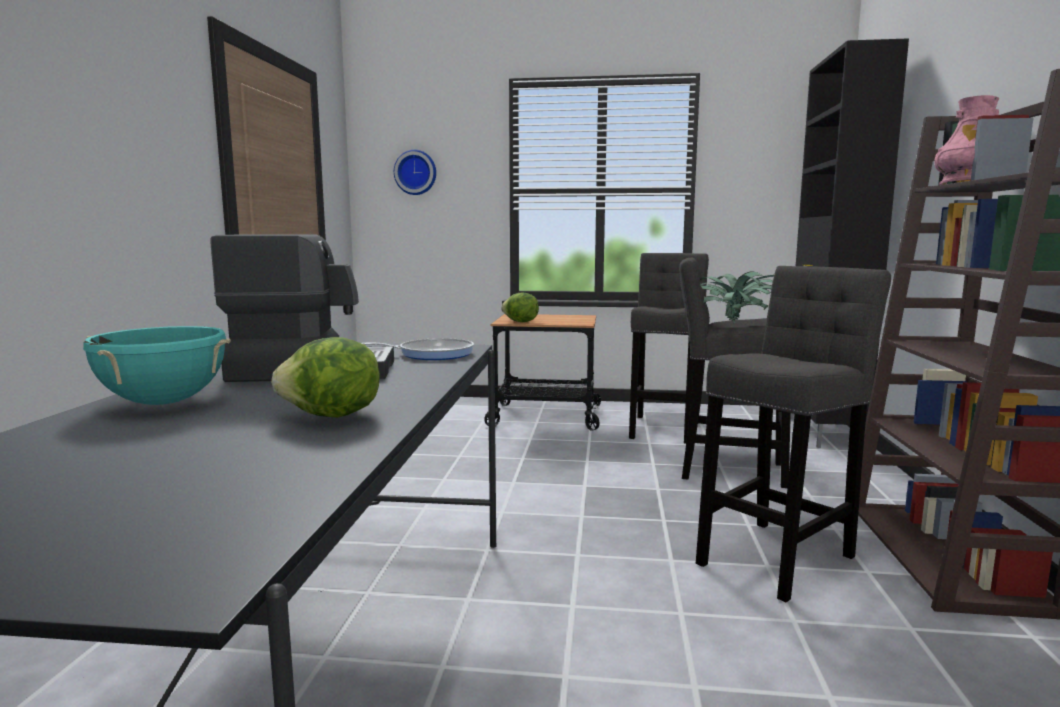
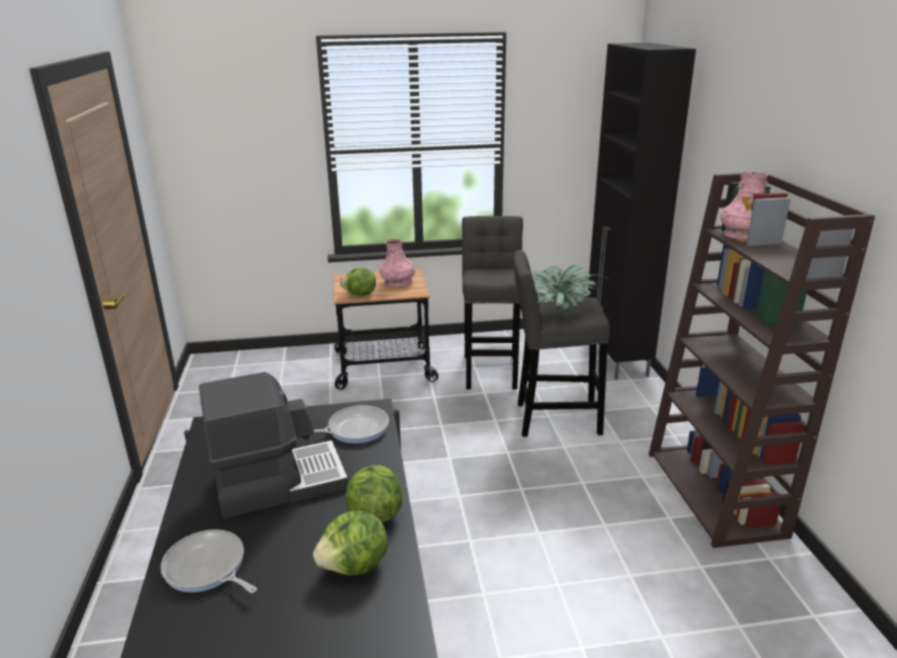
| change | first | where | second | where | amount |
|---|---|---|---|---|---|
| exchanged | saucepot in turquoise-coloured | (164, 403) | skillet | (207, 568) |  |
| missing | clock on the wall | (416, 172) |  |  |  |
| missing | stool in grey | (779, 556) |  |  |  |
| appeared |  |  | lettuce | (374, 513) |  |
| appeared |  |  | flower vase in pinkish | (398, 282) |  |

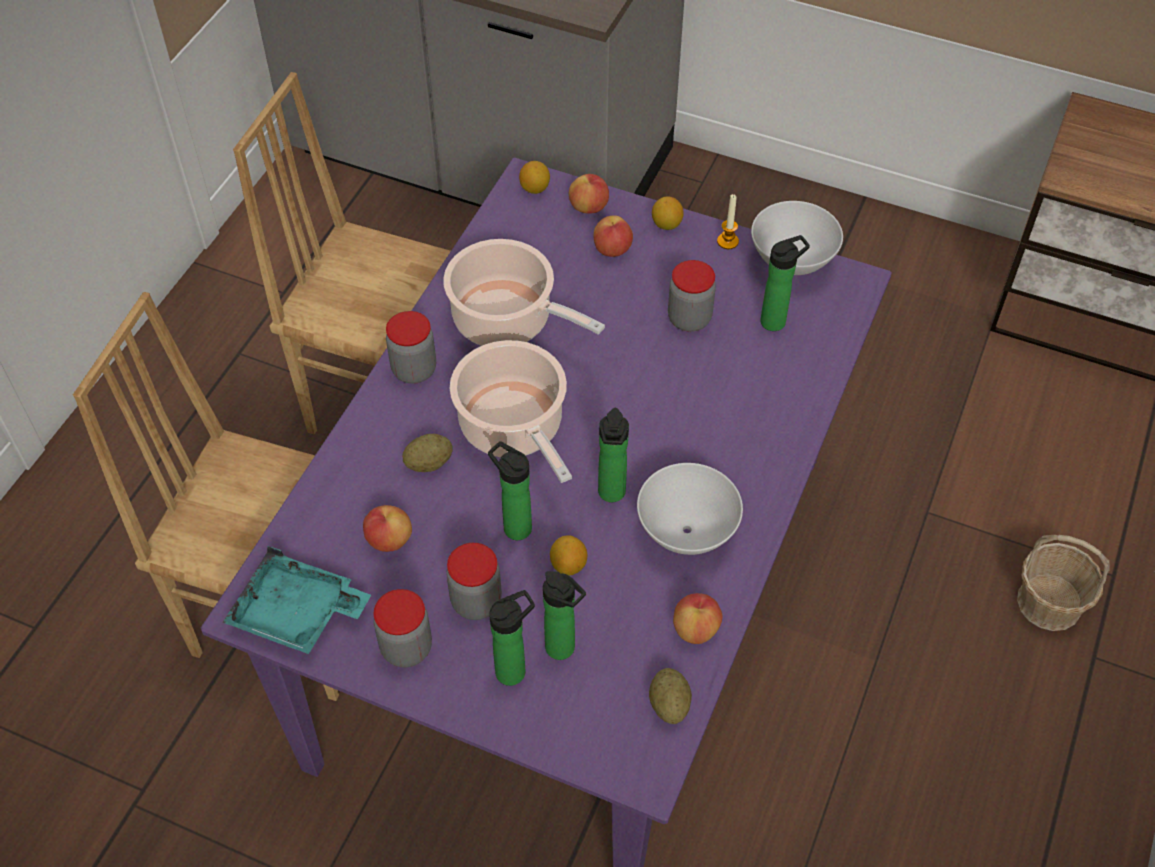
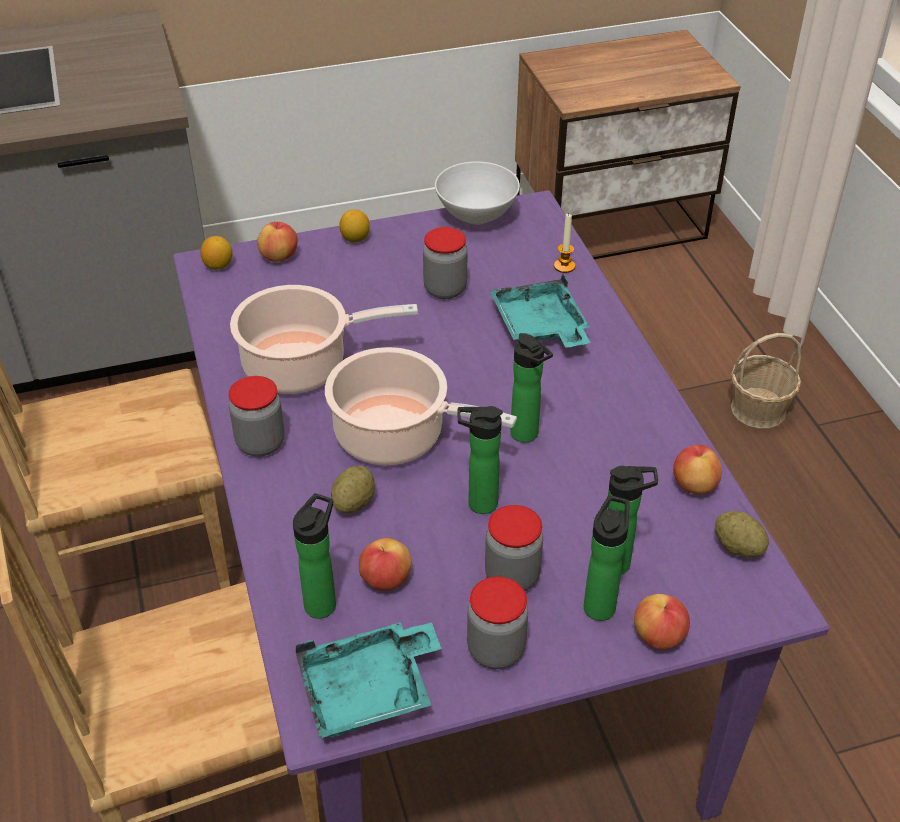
| change | first | where | second | where | amount |
|---|---|---|---|---|---|
| missing | whole lemon | (568, 565) |  |  |  |
| relocated | whole apple | (612, 250) |  | (659, 637) |  |
| missing | bowl in white-coloured | (687, 532) |  |  |  |
| relocated | wax candle | (727, 241) |  | (564, 266) |  |
| relocated | drink bottle | (776, 320) |  | (322, 602) |  |
| appeared |  |  | carrying tray in turquoise-coloured | (540, 327) |  |

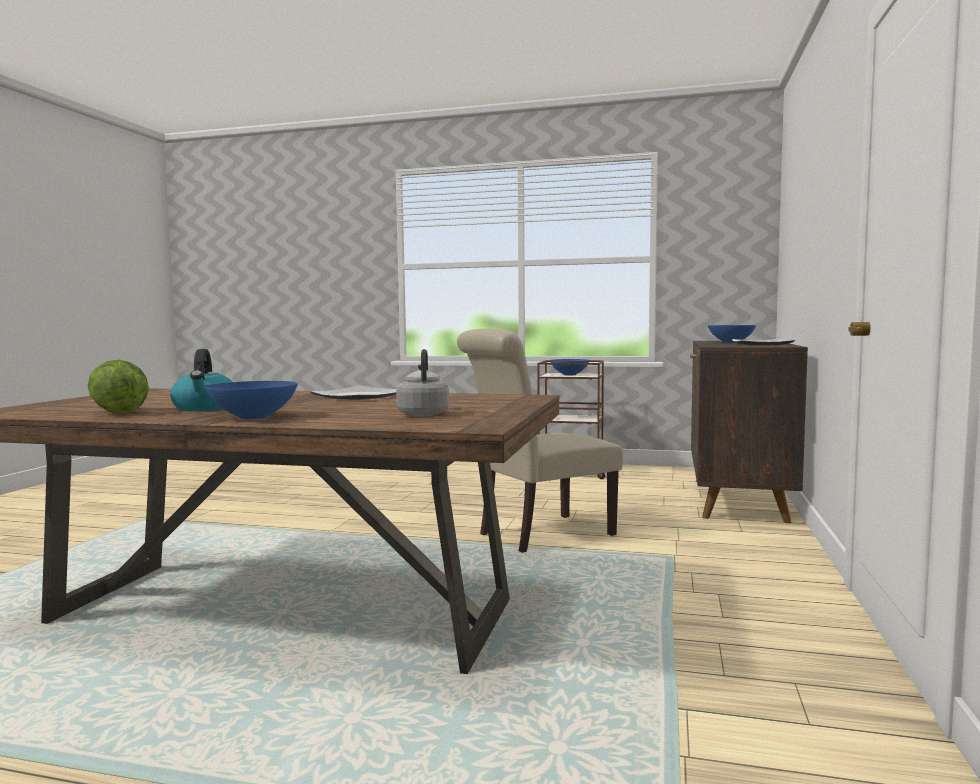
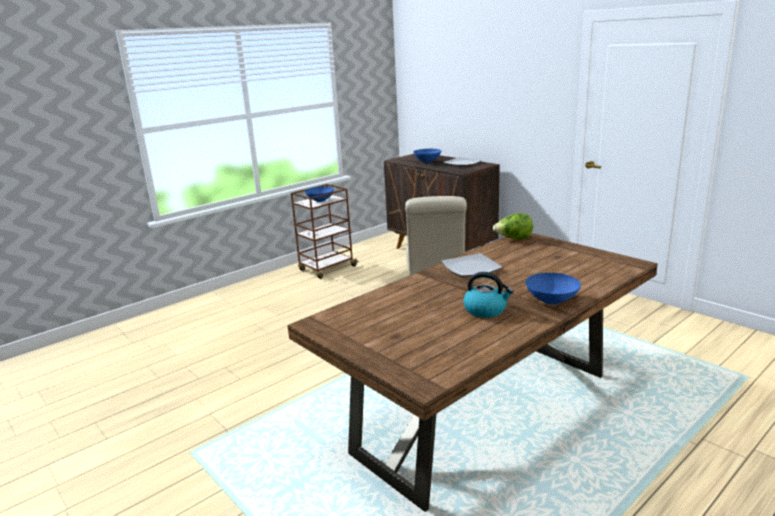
| change | first | where | second | where | amount |
|---|---|---|---|---|---|
| relocated | lettuce | (119, 412) |  | (514, 239) |  |
| missing | kettle in grey | (423, 414) |  |  |  |

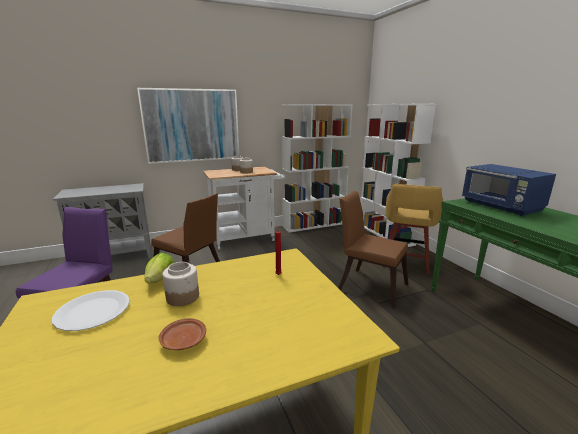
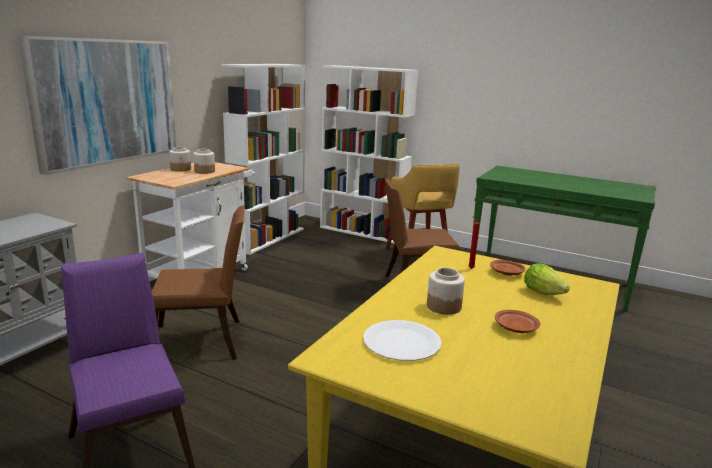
| change | first | where | second | where | amount |
|---|---|---|---|---|---|
| relocated | lettuce | (159, 281) |  | (545, 294) |  |
| missing | microwave in blue-coloured | (501, 207) |  |  |  |
| appeared |  |  | flat dish in brownish | (507, 273) |  |

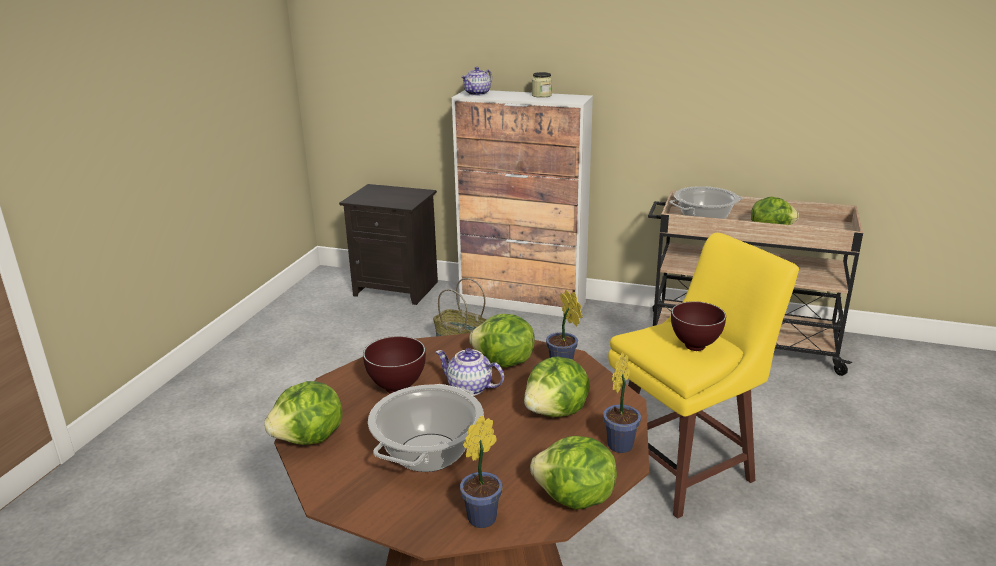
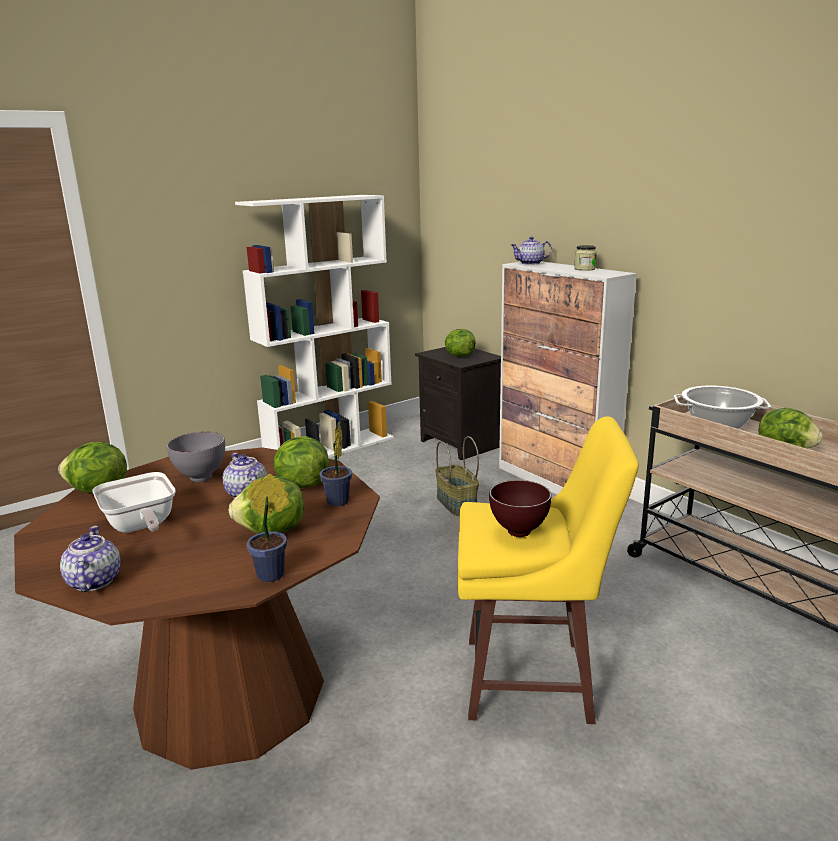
| change | first | where | second | where | amount |
|---|---|---|---|---|---|
| colour | bowl in brownish | (396, 390) | bowl in grey | (199, 479) |  |
| exchanged | saucepot | (428, 453) | skillet | (140, 526) |  |
| exchanged | plant in a pot | (485, 516) | tea pot | (93, 582) |  |
| relocated | lettuce | (575, 499) |  | (459, 356) |  |
| appeared |  |  | bookcase in white-coloured | (330, 448) |  |

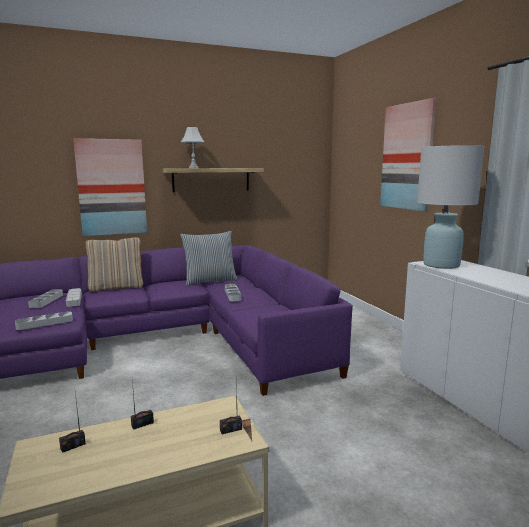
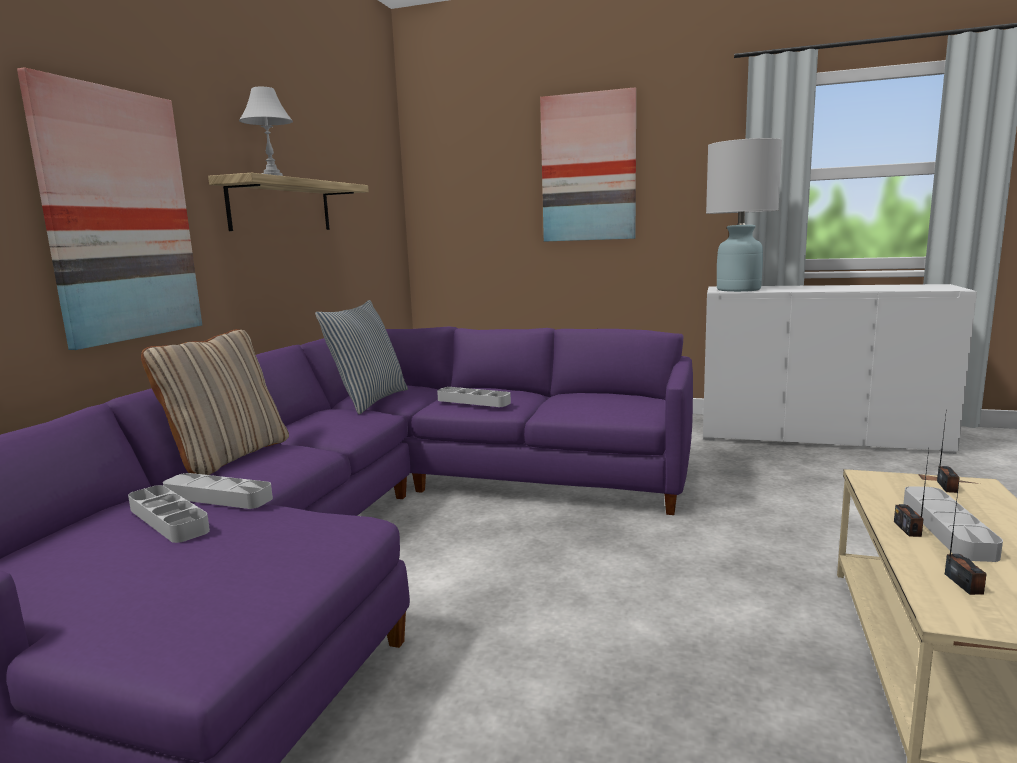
| change | first | where | second | where | amount |
|---|---|---|---|---|---|
| relocated | carrying tray in grey | (44, 323) |  | (947, 528) |  |

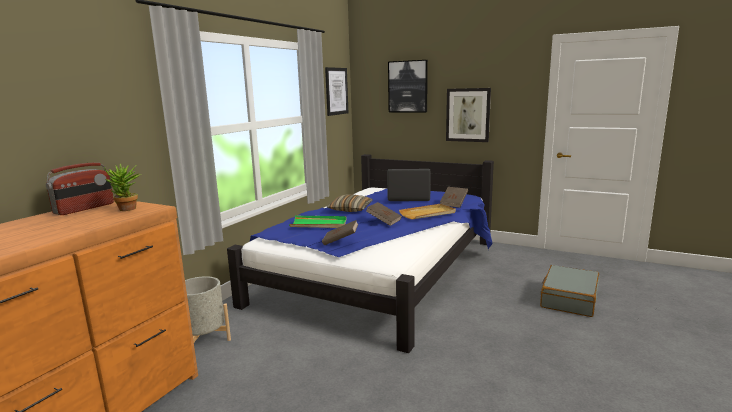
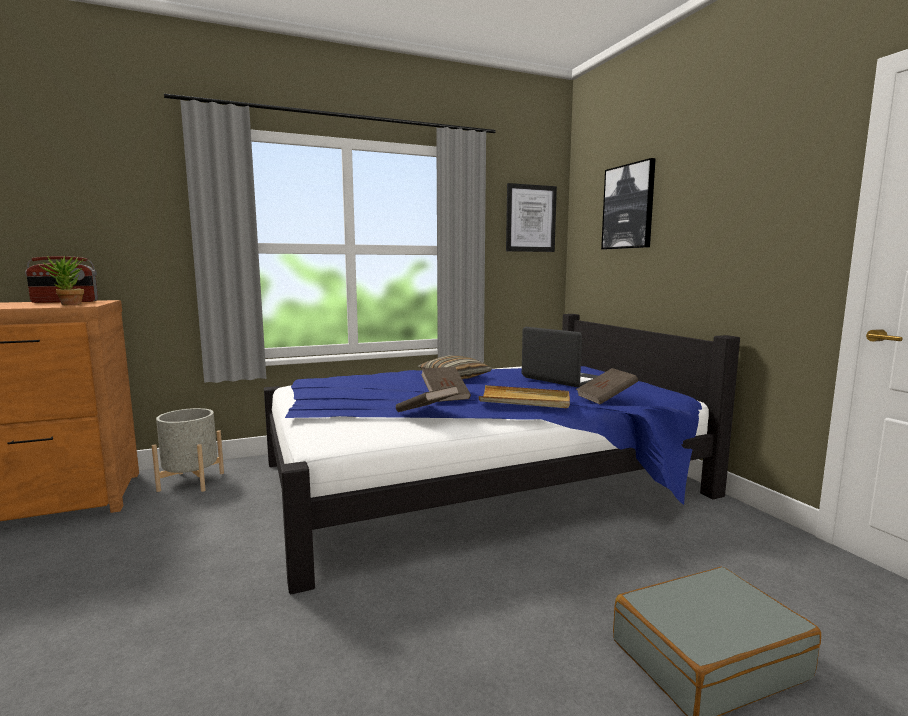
| change | first | where | second | where | amount |
|---|---|---|---|---|---|
| missing | carrying tray in green-coloured | (319, 224) |  |  |  |
| relocated | book in brownish | (340, 241) |  | (426, 413) |  |
| missing | wall art | (468, 115) |  |  |  |

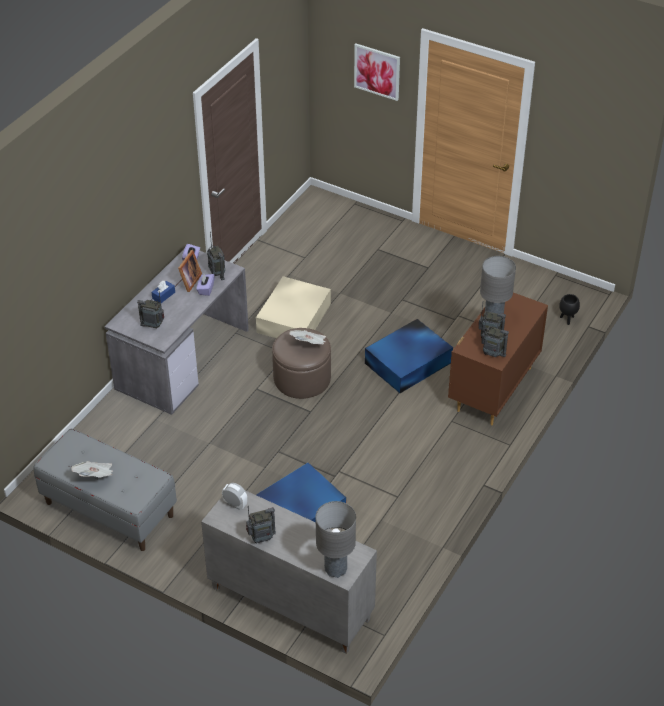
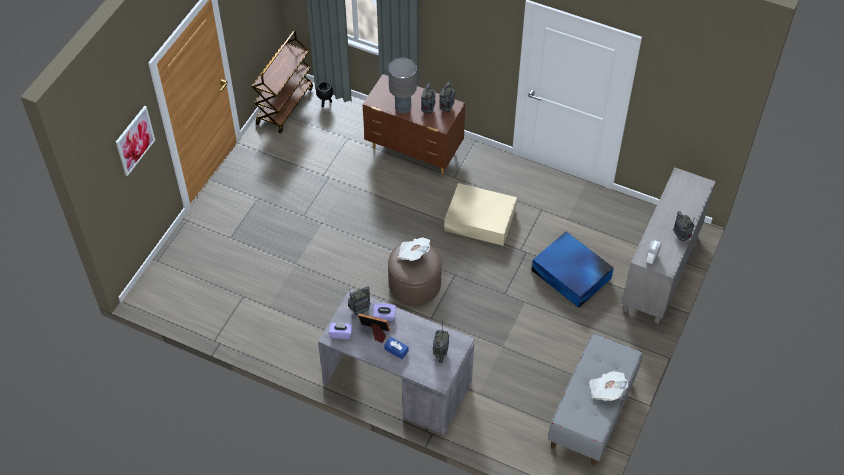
| change | first | where | second | where | amount |
|---|---|---|---|---|---|
| relocated | storage box in sand-coloured | (294, 317) |  | (479, 219) |  |
| missing | lamp for a table in grey | (335, 568) |  |  |  |
| missing | storage box in blue-coloured | (409, 362) |  |  |  |
| appeared |  |  | wheeled cart in brownish | (284, 105) |  |

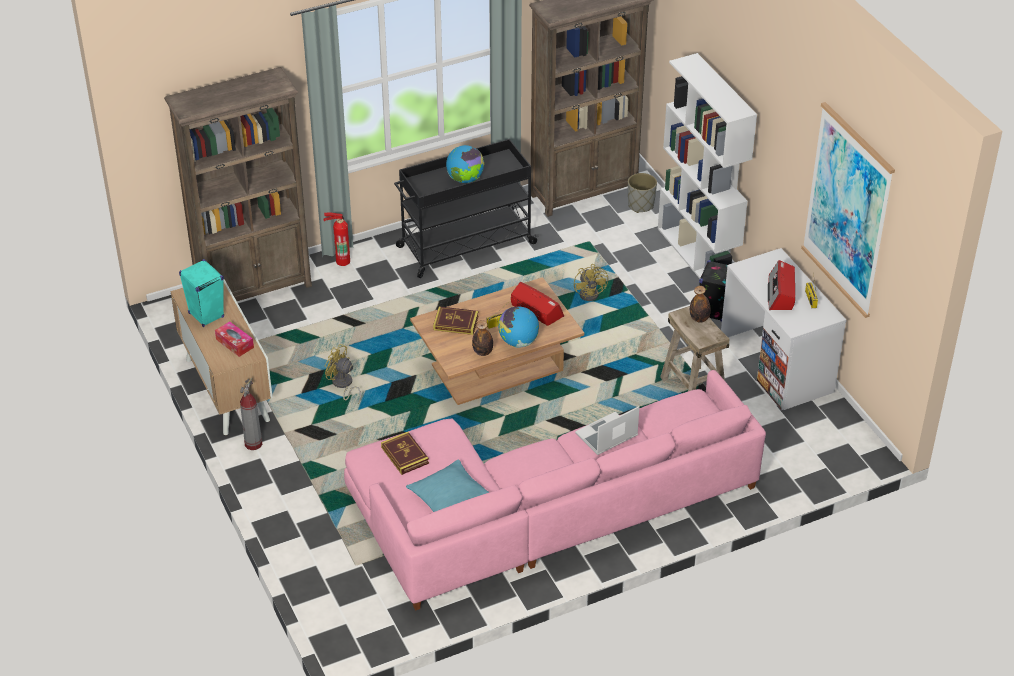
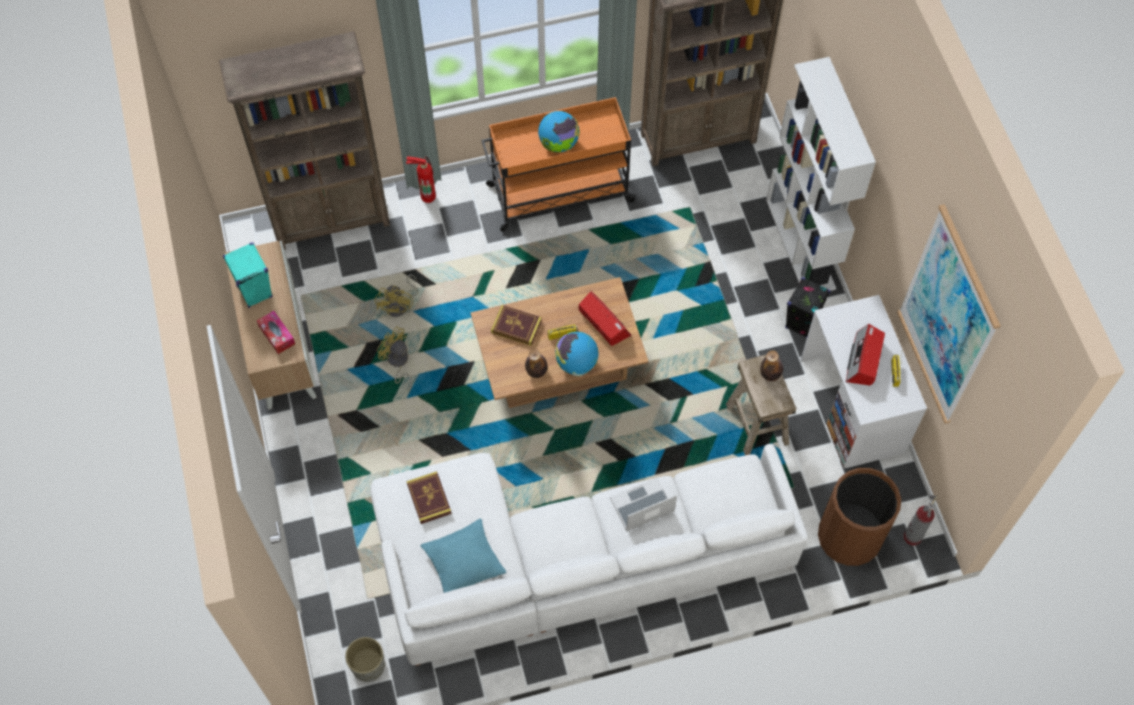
| change | first | where | second | where | amount |
|---|---|---|---|---|---|
| relocated | fire-fighting cylinder | (253, 444) |  | (912, 537) |  |
| colour | sofa in pinkish | (540, 511) | sofa in white-coloured | (566, 560) |  |
| colour | wheeled cart in black-coloured | (465, 245) | wheeled cart in orange | (558, 193) |  |
| relocated | fan in yellow | (591, 293) |  | (400, 305) |  |
| relocated | planter in grey | (640, 205) |  | (368, 666) |  |
| appeared |  |  | waste bin in brownish | (849, 537) |  |

